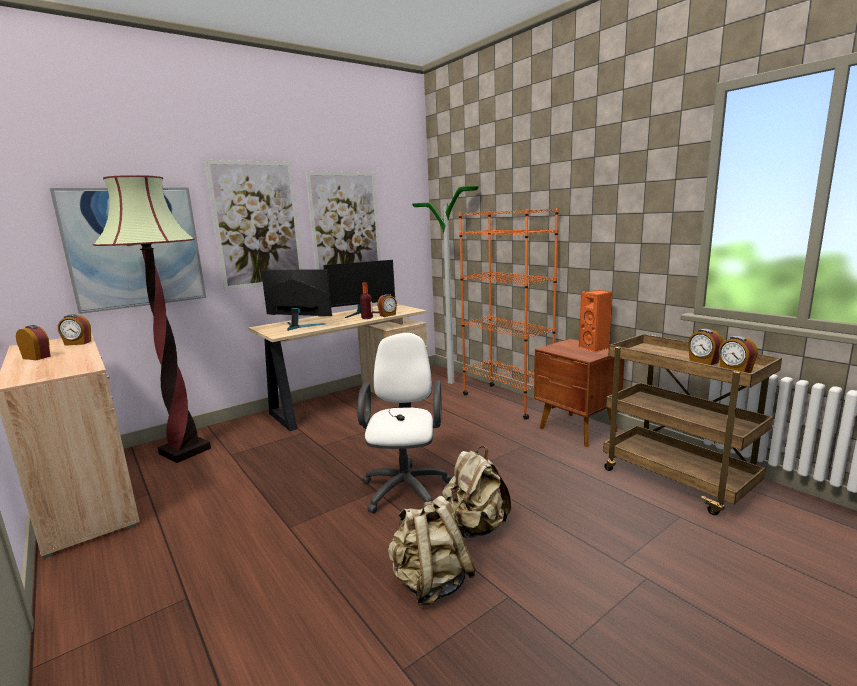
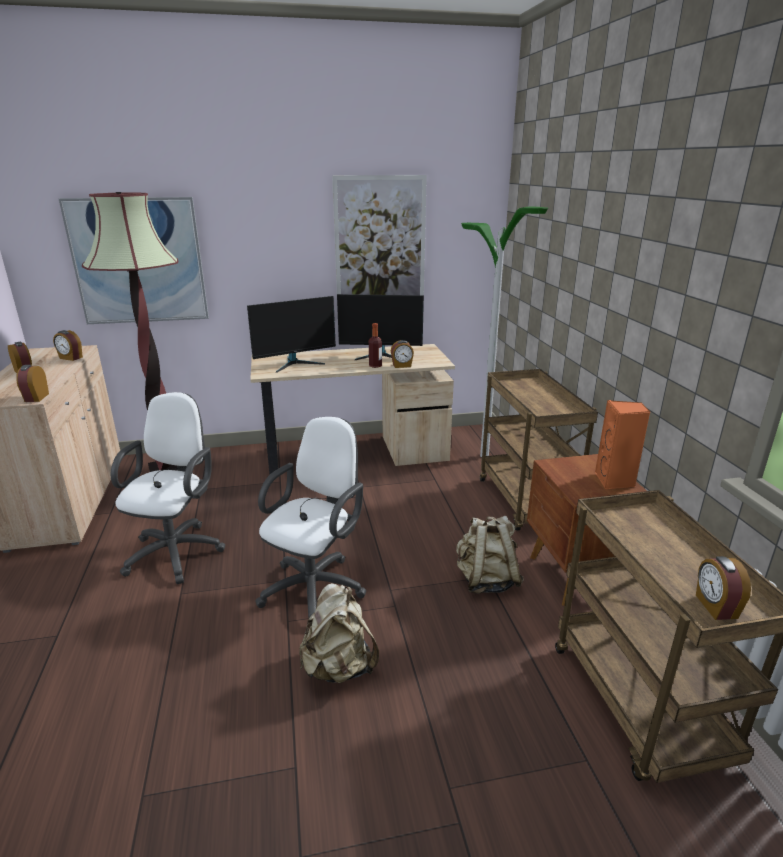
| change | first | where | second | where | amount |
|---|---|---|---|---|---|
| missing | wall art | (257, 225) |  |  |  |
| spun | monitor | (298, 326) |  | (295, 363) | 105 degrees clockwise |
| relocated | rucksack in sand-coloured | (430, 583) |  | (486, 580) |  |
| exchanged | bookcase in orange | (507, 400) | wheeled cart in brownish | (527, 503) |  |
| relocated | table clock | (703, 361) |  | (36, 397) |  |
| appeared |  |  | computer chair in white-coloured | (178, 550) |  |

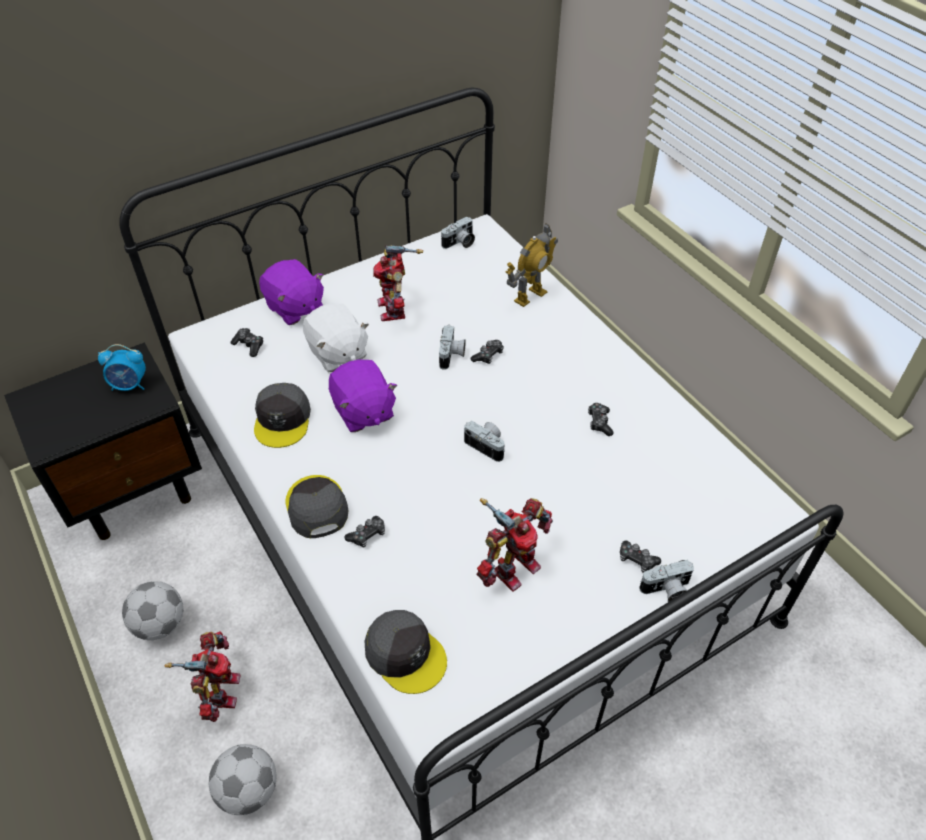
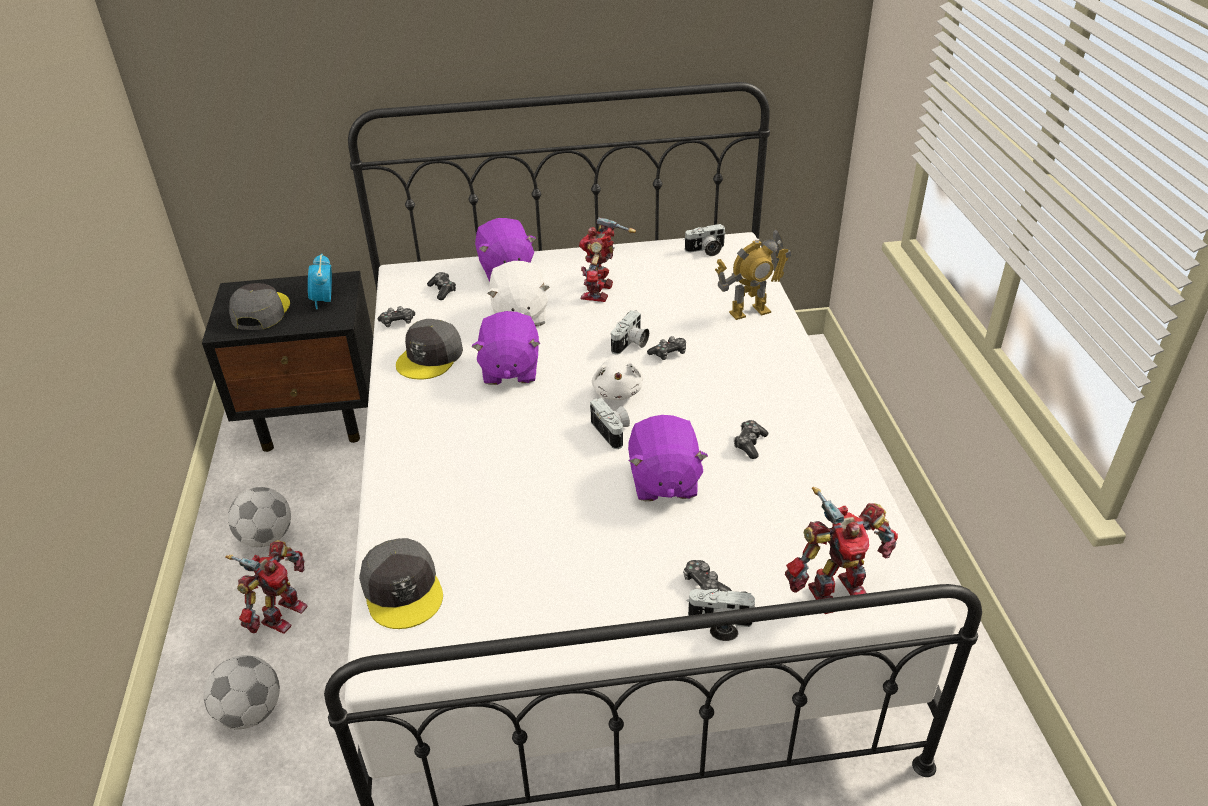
| change | first | where | second | where | amount |
|---|---|---|---|---|---|
| spun | table clock | (130, 385) |  | (324, 300) | 60 degrees clockwise |
| relocated | peaked cap in grey | (316, 507) |  | (260, 312) |  |
| relocated | joypad | (367, 535) |  | (397, 322) |  |
| relocated | toy robot | (513, 567) |  | (834, 590) |  |
| appeared |  |  | plush toy in white-coloured | (618, 391) |  |
| appeared |  |  | plush toy in purple | (663, 481) |  |

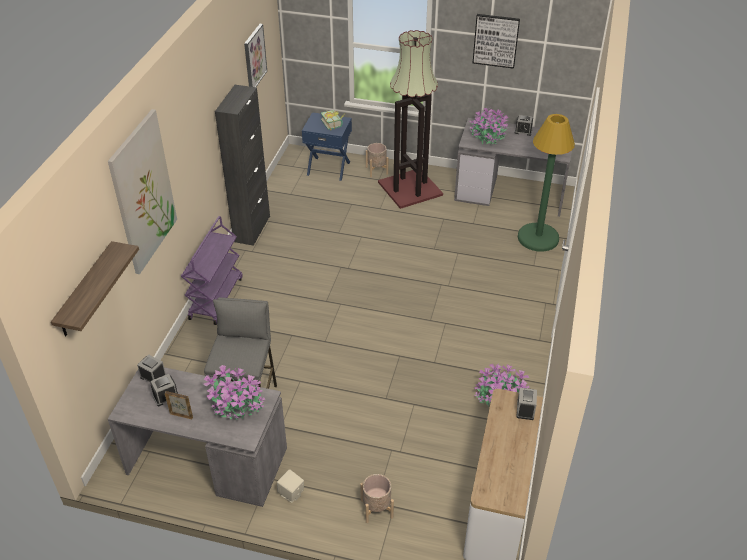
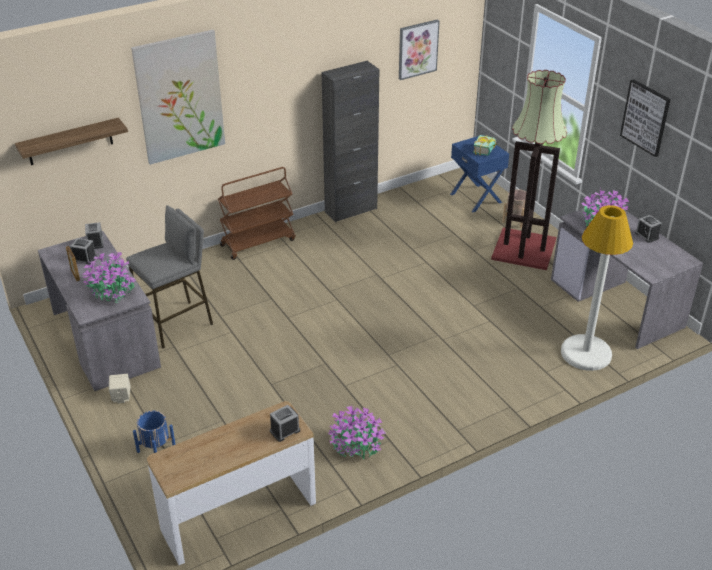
| change | first | where | second | where | amount |
|---|---|---|---|---|---|
| colour | wheeled cart in purple | (216, 298) | wheeled cart in brownish | (258, 242) |  |
| colour | planter in sand-coloured | (376, 508) | planter in blue-coloured | (156, 449) |  |
| colour | standard lamp in green-coloured | (538, 238) | standard lamp in white-coloured | (586, 353) |  |

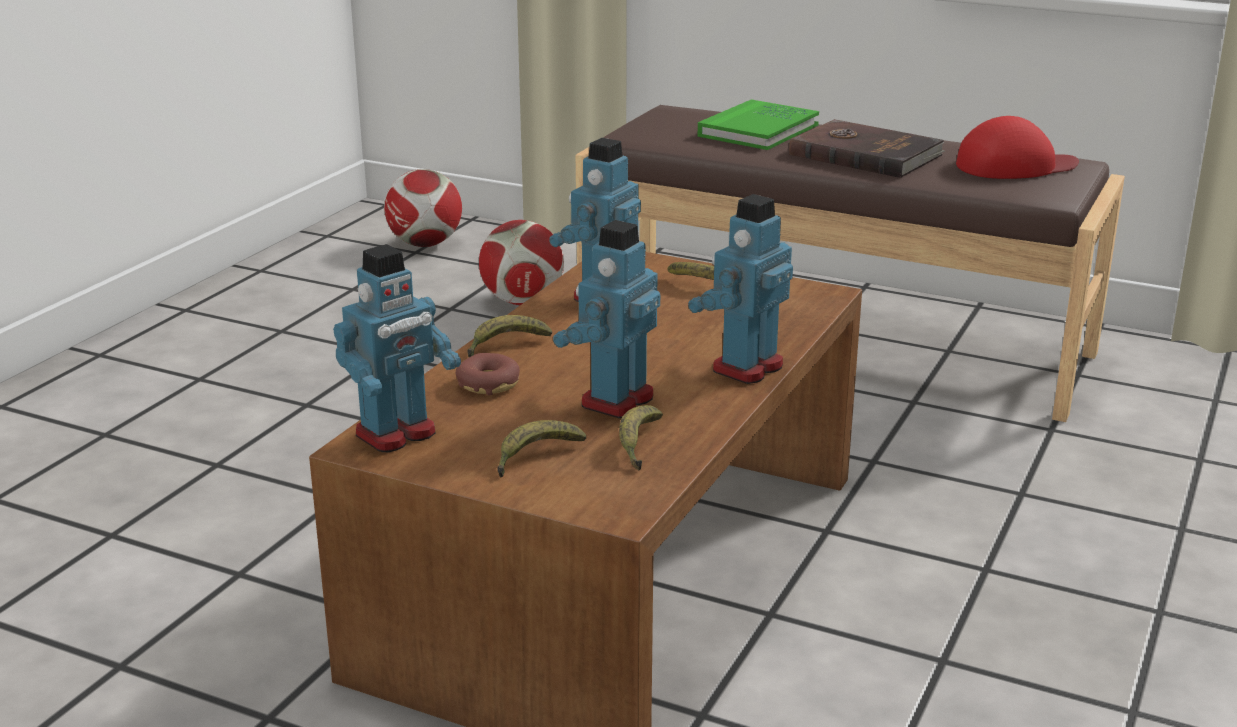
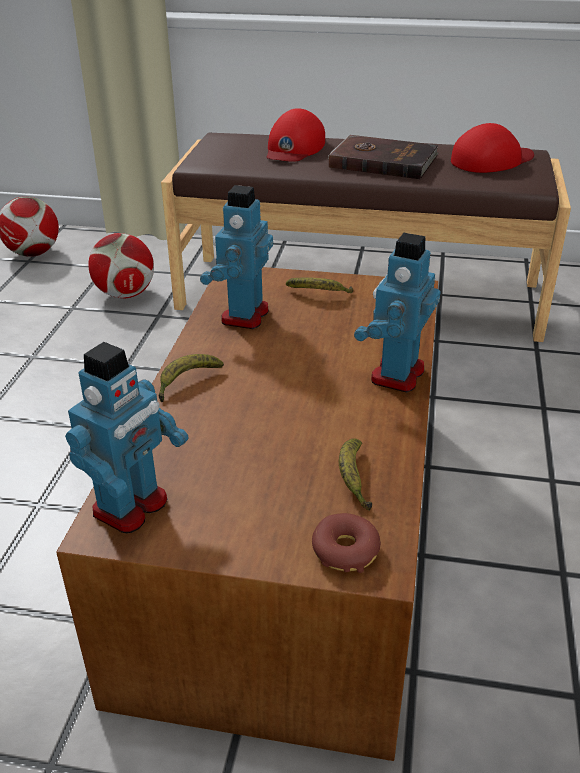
| change | first | where | second | where | amount |
|---|---|---|---|---|---|
| relocated | ring doughnut | (488, 384) |  | (345, 550) |  |
| missing | banana fruit | (535, 457) |  |  |  |
| missing | toy robot | (615, 400) |  |  |  |
| exchanged | book in green-coloured | (758, 130) | peaked cap in red-coloured | (294, 148) |  |

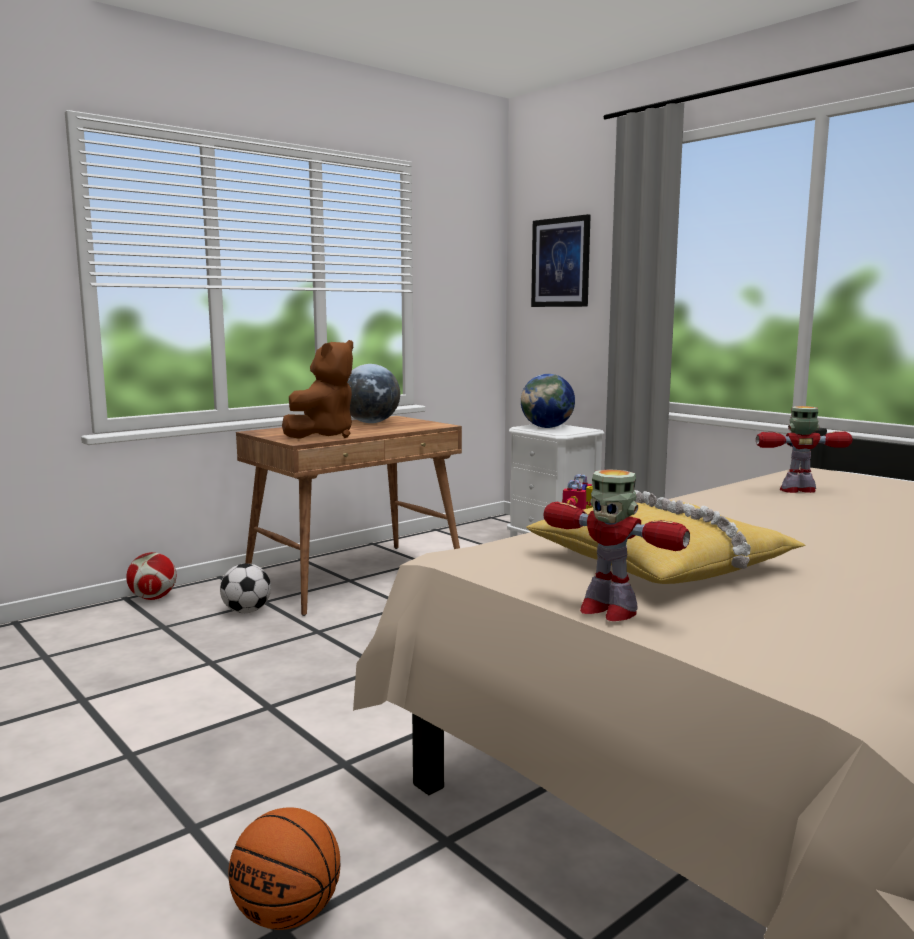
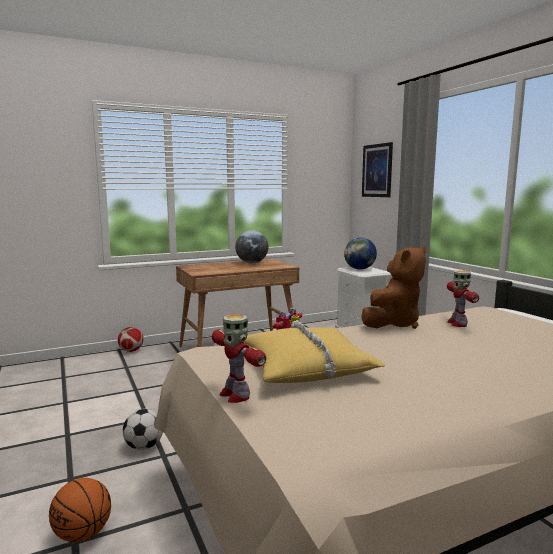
| change | first | where | second | where | amount |
|---|---|---|---|---|---|
| relocated | ball for football | (246, 611) |  | (144, 447) |  |
| relocated | plush toy in brownish | (323, 435) |  | (393, 324) |  |
| spun | toy robot | (798, 490) |  | (457, 323) | 105 degrees counterclockwise |

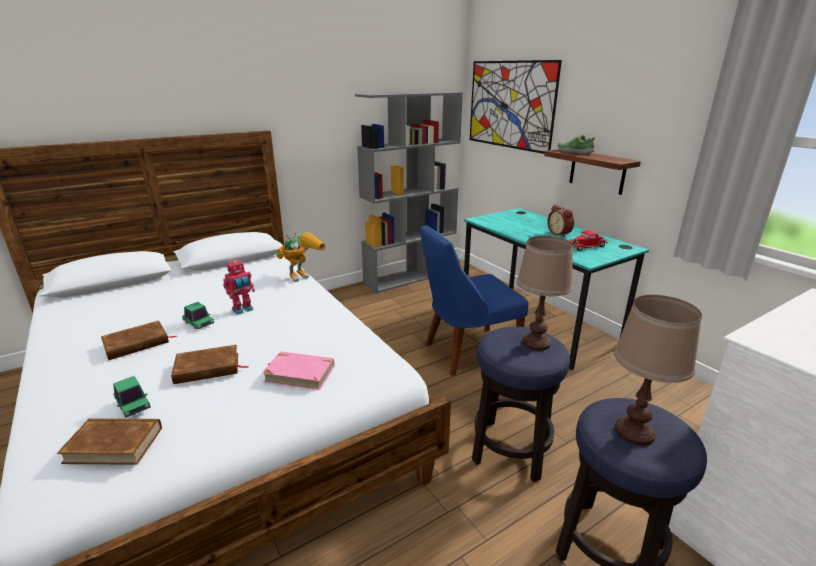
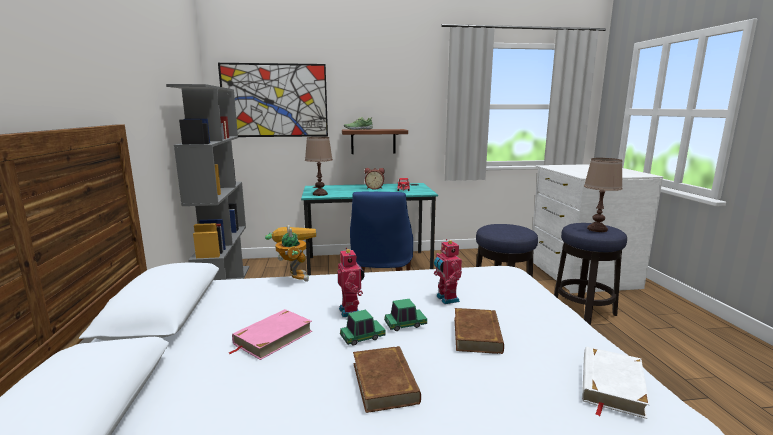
| change | first | where | second | where | amount |
|---|---|---|---|---|---|
| colour | book in brownish | (114, 444) | book in white-coloured | (611, 385) |  |
| relocated | miniature car | (133, 405) |  | (405, 324) |  |
| relocated | book in pinkish | (299, 373) |  | (273, 337) |  |
| relocated | lamp for a table in brownish | (535, 343) |  | (320, 194) |  |
| appeared |  |  | toy robot | (446, 299) |  |

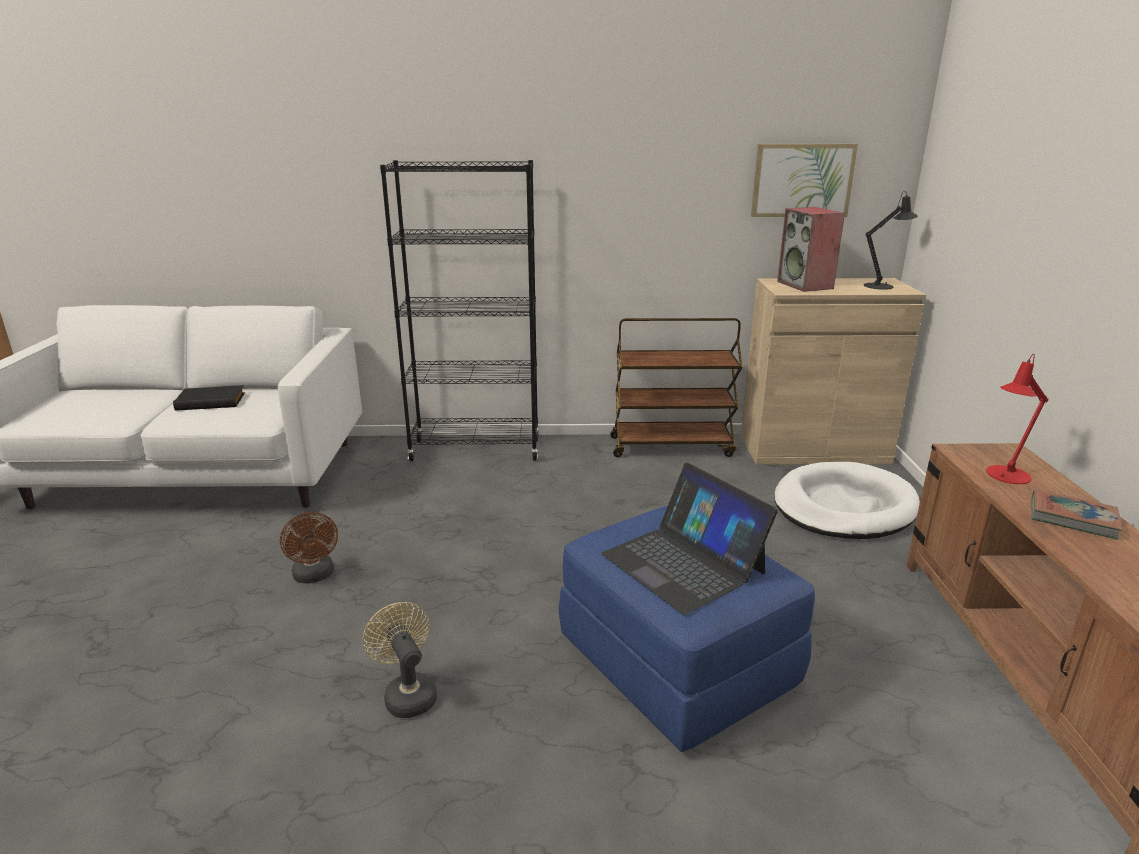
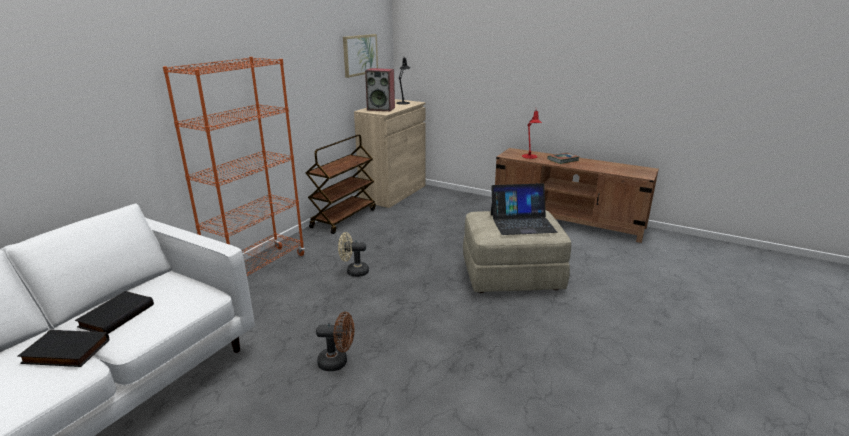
| change | first | where | second | where | amount |
|---|---|---|---|---|---|
| relocated | fan in sand-coloured | (407, 694) |  | (354, 272) |  |
| colour | bookcase in black-coloured | (476, 450) | bookcase in orange | (259, 269) |  |
| colour | footrest in blue-coloured | (678, 662) | footrest in sand-coloured | (512, 274) |  |
| missing | pet bed in white-coloured | (843, 506) |  |  |  |
| appeared |  |  | book in black-coloured | (65, 352) |  |

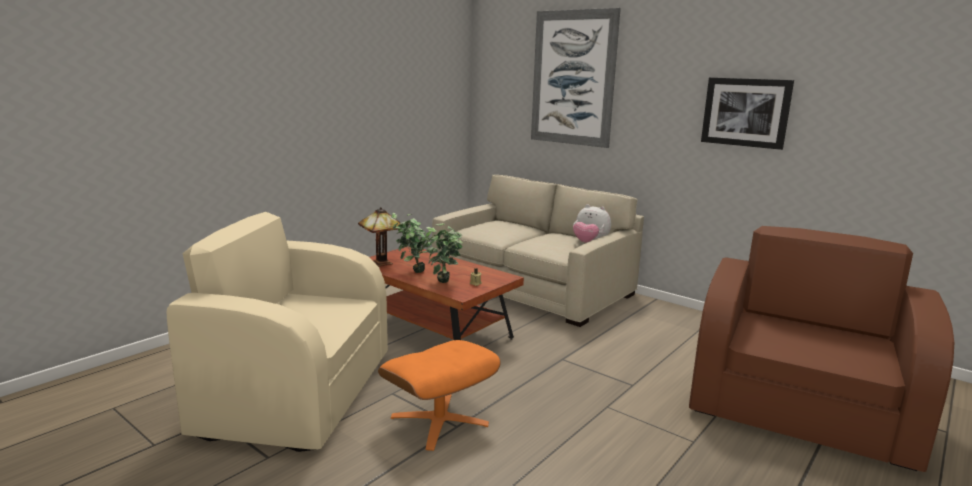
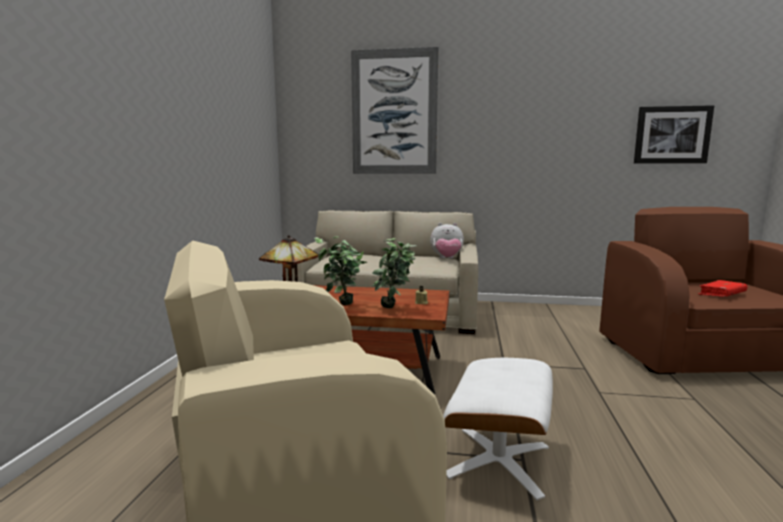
| change | first | where | second | where | amount |
|---|---|---|---|---|---|
| colour | footrest in orange | (439, 421) | footrest in white-coloured | (499, 460) |  |
| relocated | wall art | (745, 112) |  | (672, 135) |  |
| appeared |  |  | book in red-coloured | (721, 294) |  |

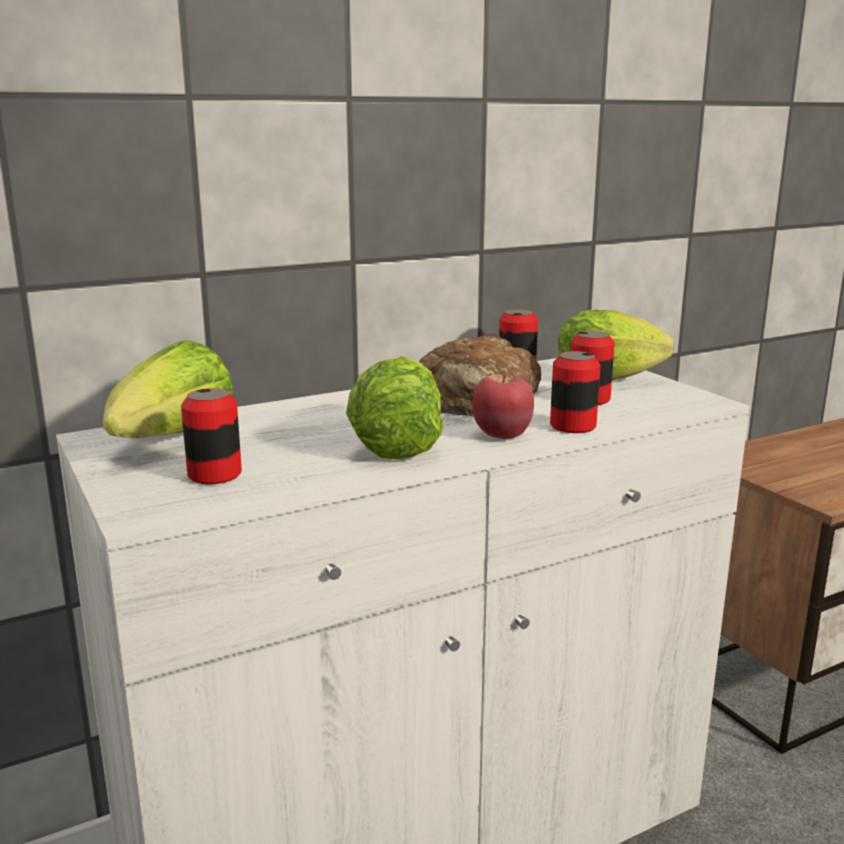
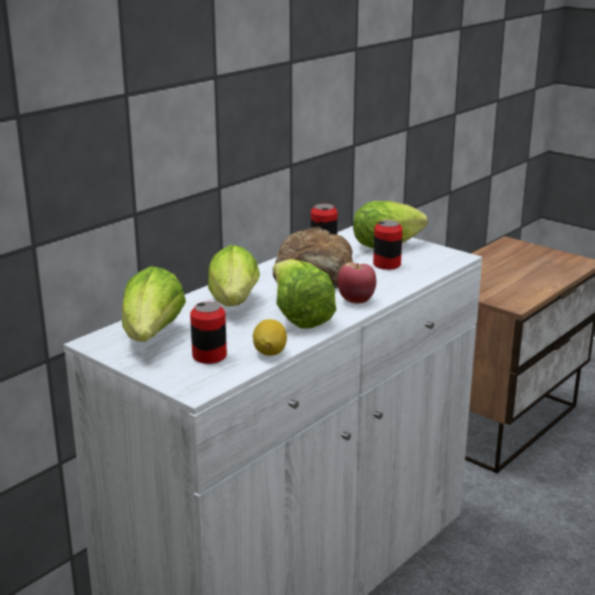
| change | first | where | second | where | amount |
|---|---|---|---|---|---|
| missing | sealed can | (573, 426) |  |  |  |
| appeared |  |  | lettuce | (234, 305) |  |
| appeared |  |  | whole lemon | (270, 352) |  |

